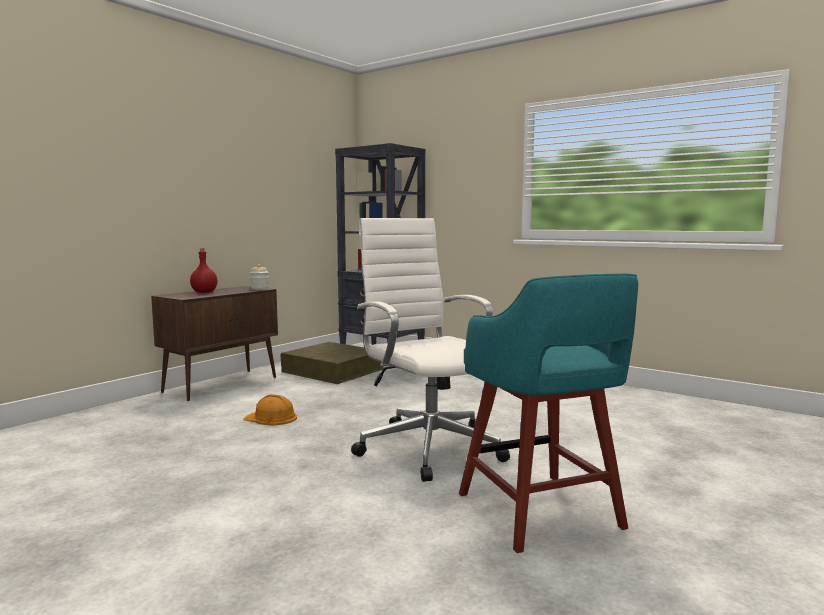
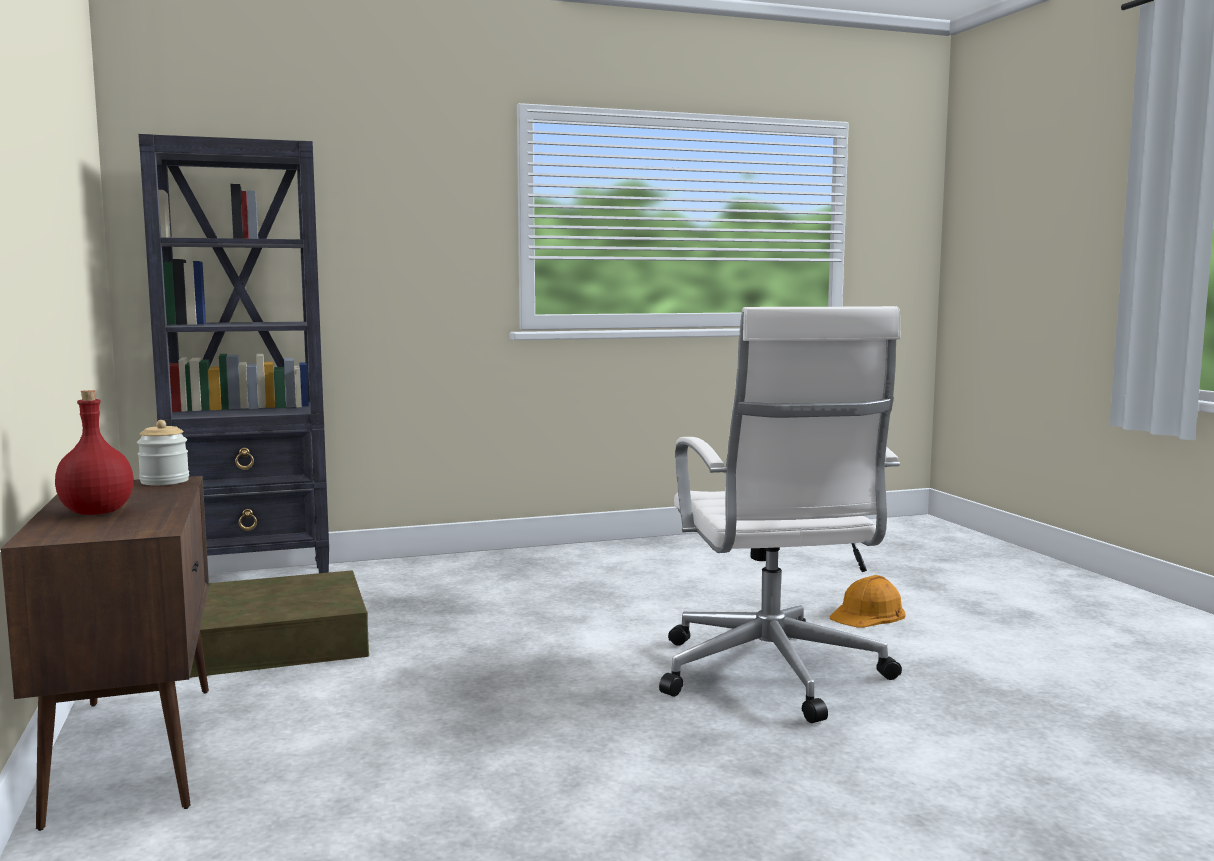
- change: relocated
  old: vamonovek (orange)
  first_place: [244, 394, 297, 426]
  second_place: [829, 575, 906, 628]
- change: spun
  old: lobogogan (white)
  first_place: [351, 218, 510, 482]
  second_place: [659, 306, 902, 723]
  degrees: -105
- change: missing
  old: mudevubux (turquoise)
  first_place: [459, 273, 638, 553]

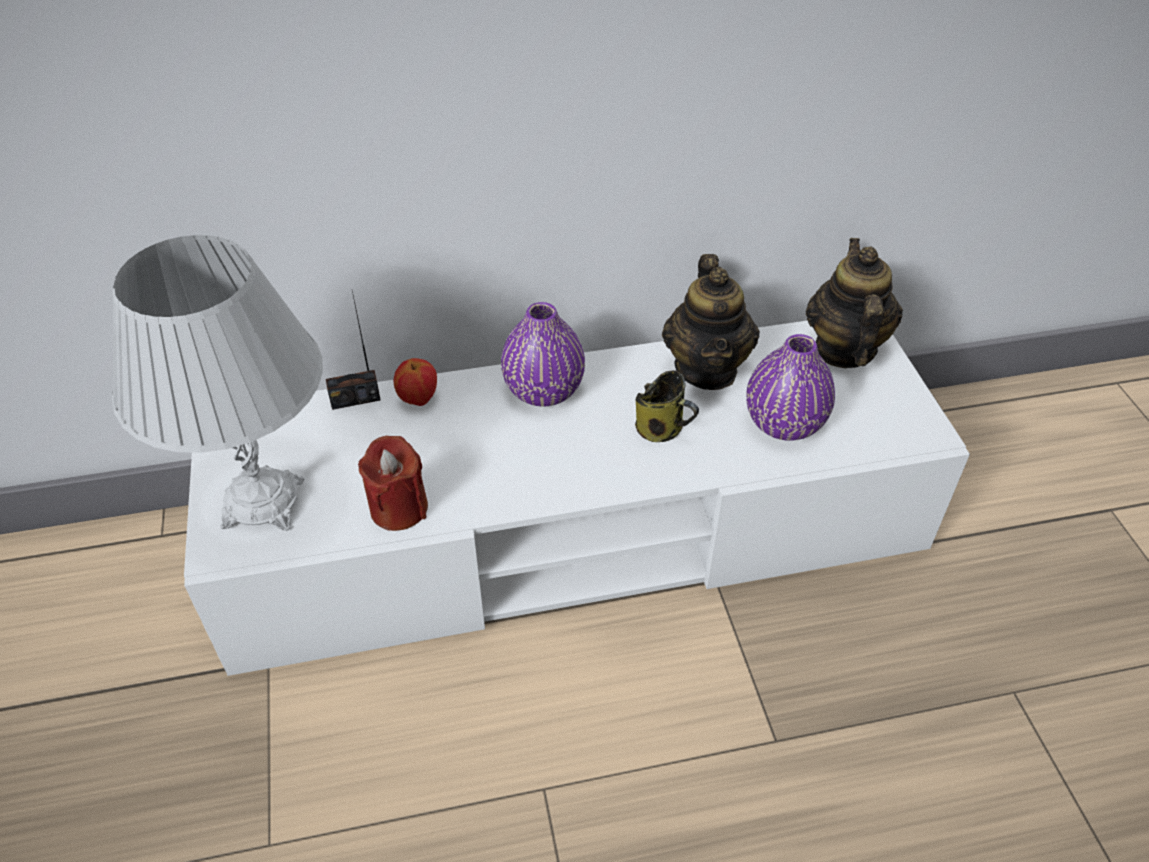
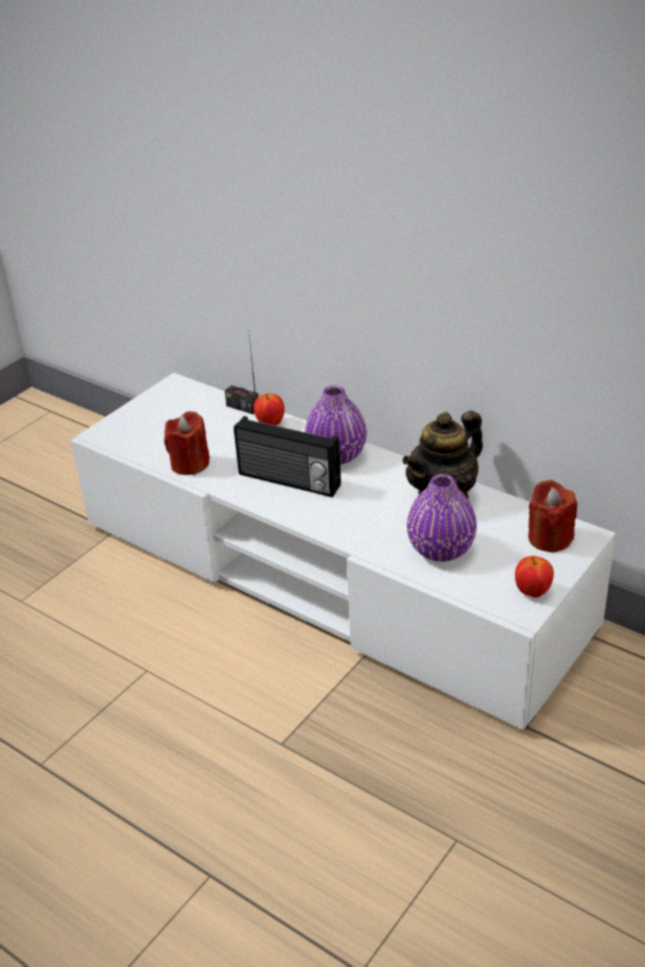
- change: missing
  old: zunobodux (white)
  first_place: [112, 235, 323, 531]
- change: missing
  old: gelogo
  first_place: [635, 370, 699, 442]
- change: exchanged
  old: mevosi
  new: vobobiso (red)
  first_place: [806, 238, 903, 368]
  second_place: [528, 480, 577, 552]
- change: appeared
  new: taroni
  second_place: [234, 416, 341, 497]
- change: appeared
  new: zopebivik
  second_place: [515, 556, 554, 598]

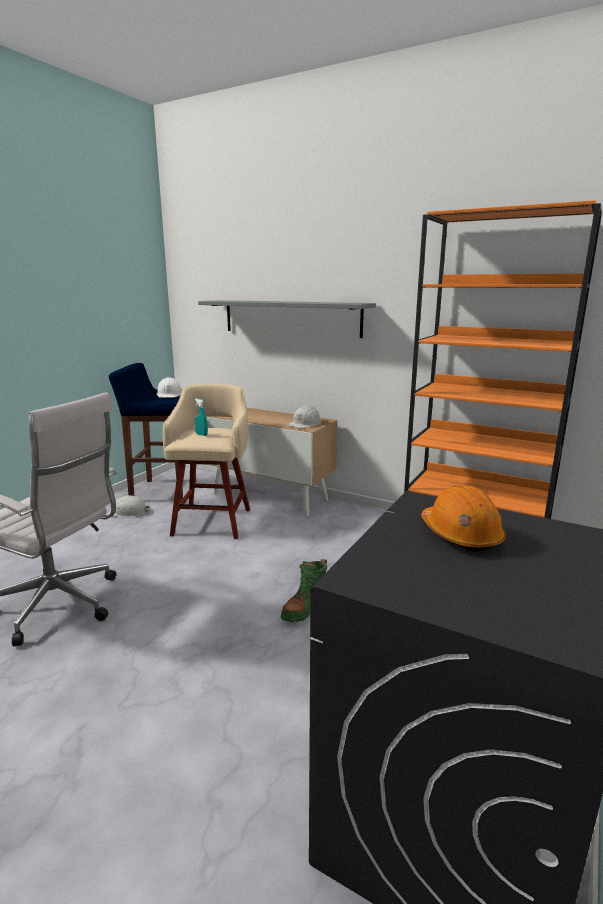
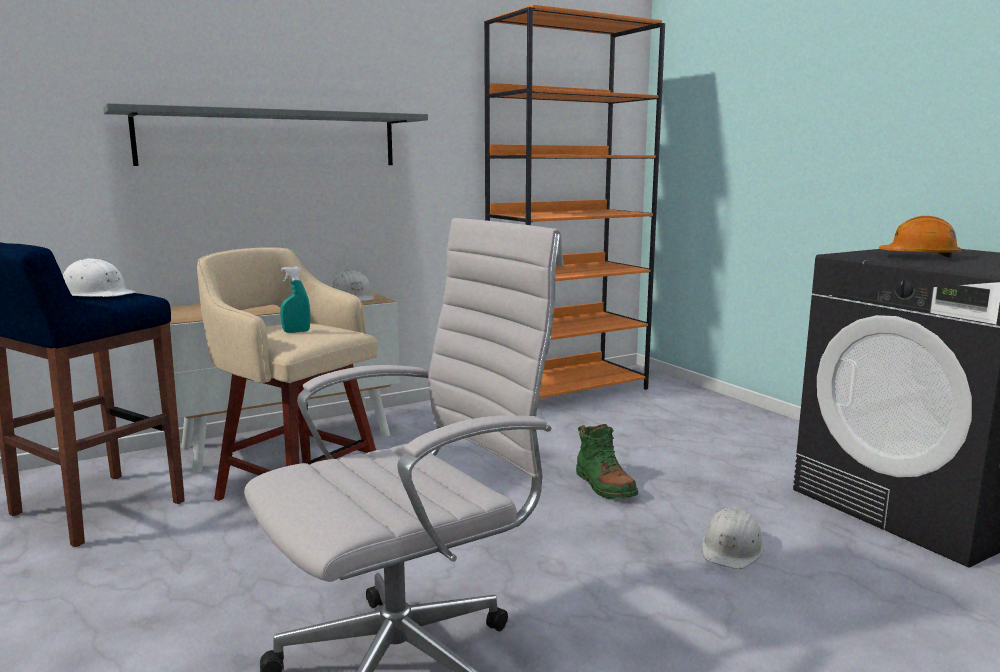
- change: relocated
  old: vamonovek (white)
  first_place: [108, 495, 150, 518]
  second_place: [702, 507, 764, 569]

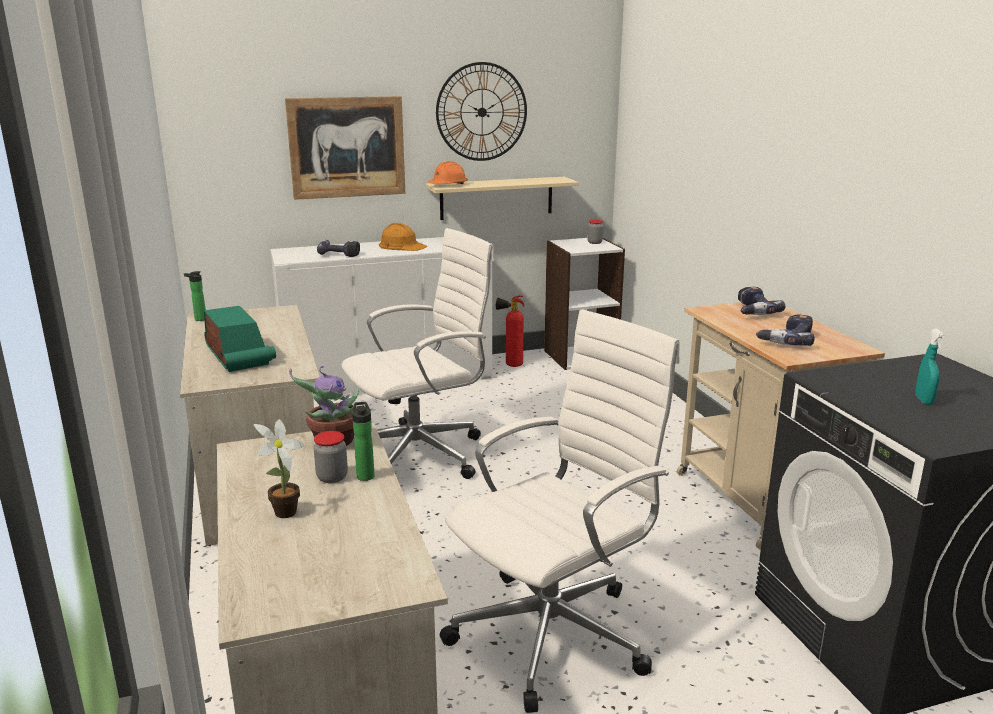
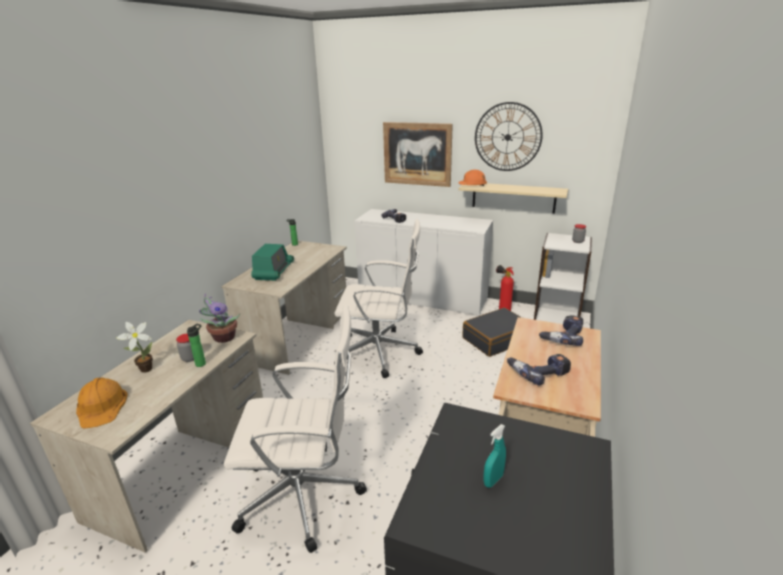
- change: relocated
  old: vamonovek (orange)
  first_place: [379, 223, 427, 251]
  second_place: [76, 378, 128, 429]
- change: appeared
  new: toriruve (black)
  second_place: [462, 308, 522, 357]

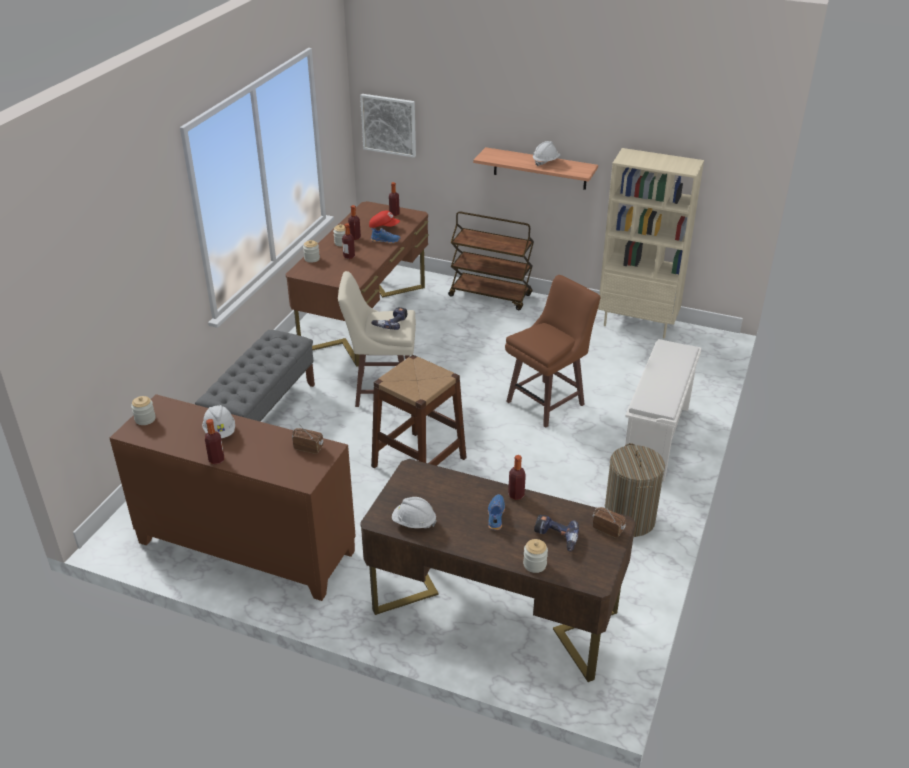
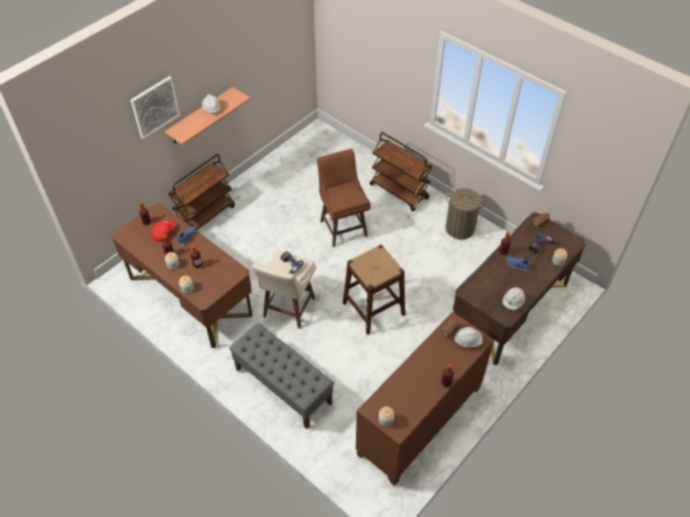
- change: relocated
  old: vamonovek (white)
  first_place: [202, 405, 235, 438]
  second_place: [454, 327, 483, 347]
- change: relocated
  old: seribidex
  first_place: [360, 94, 416, 158]
  second_place: [131, 76, 180, 139]
- change: missing
  old: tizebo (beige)
  first_place: [598, 148, 704, 338]
- change: exchanged
  old: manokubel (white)
  new: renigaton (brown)
  first_place: [625, 339, 701, 482]
  second_place: [370, 132, 432, 211]

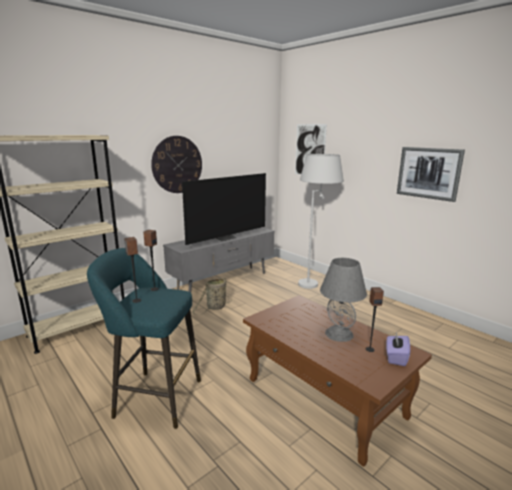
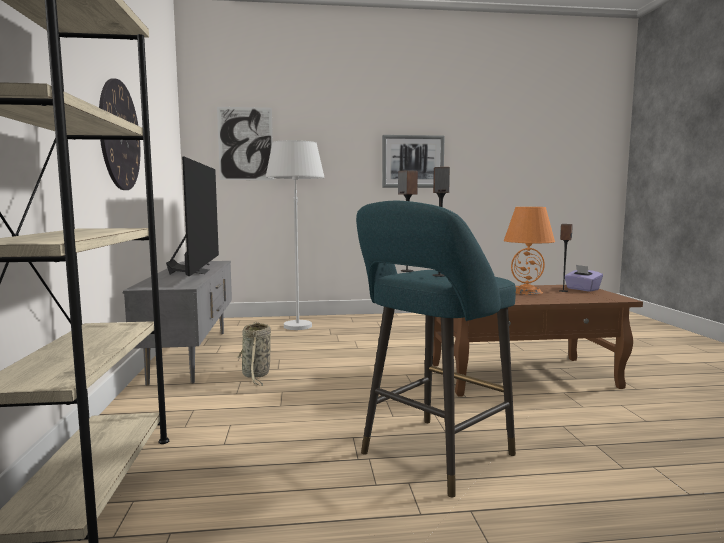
- change: colour
  old: zunobodux (grey)
  new: zunobodux (orange)
  first_place: [320, 258, 367, 342]
  second_place: [504, 207, 555, 295]

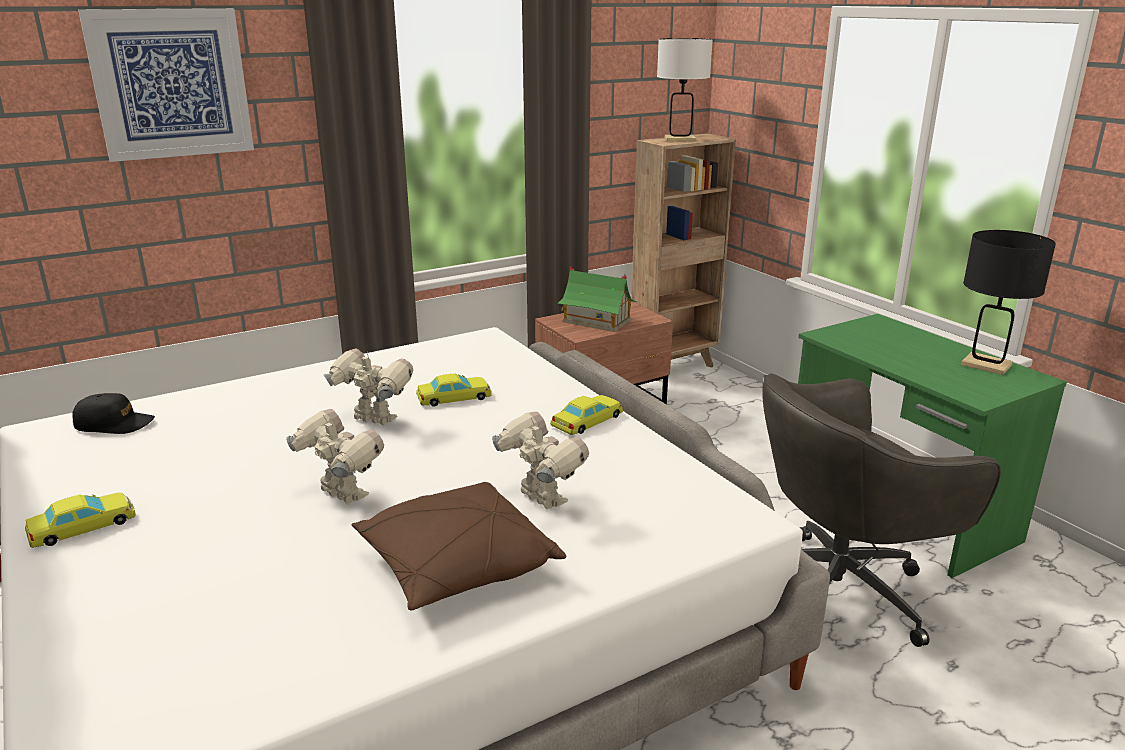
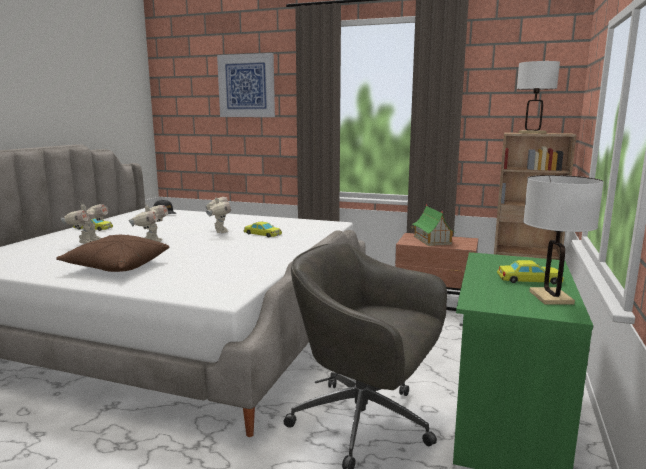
- change: relocated
  old: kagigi
  first_place: [492, 412, 589, 509]
  second_place: [61, 200, 108, 244]
- change: relocated
  old: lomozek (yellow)
  first_place: [550, 395, 623, 435]
  second_place: [497, 260, 564, 284]
- change: colour
  old: zunobodux (black)
  new: zunobodux (white)
  first_place: [961, 230, 1056, 375]
  second_place: [523, 175, 604, 304]

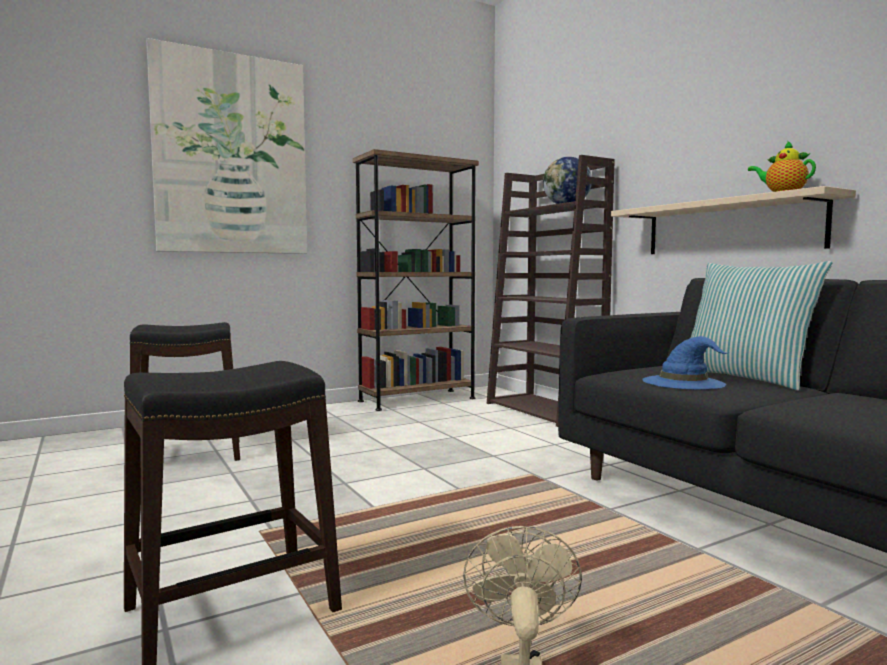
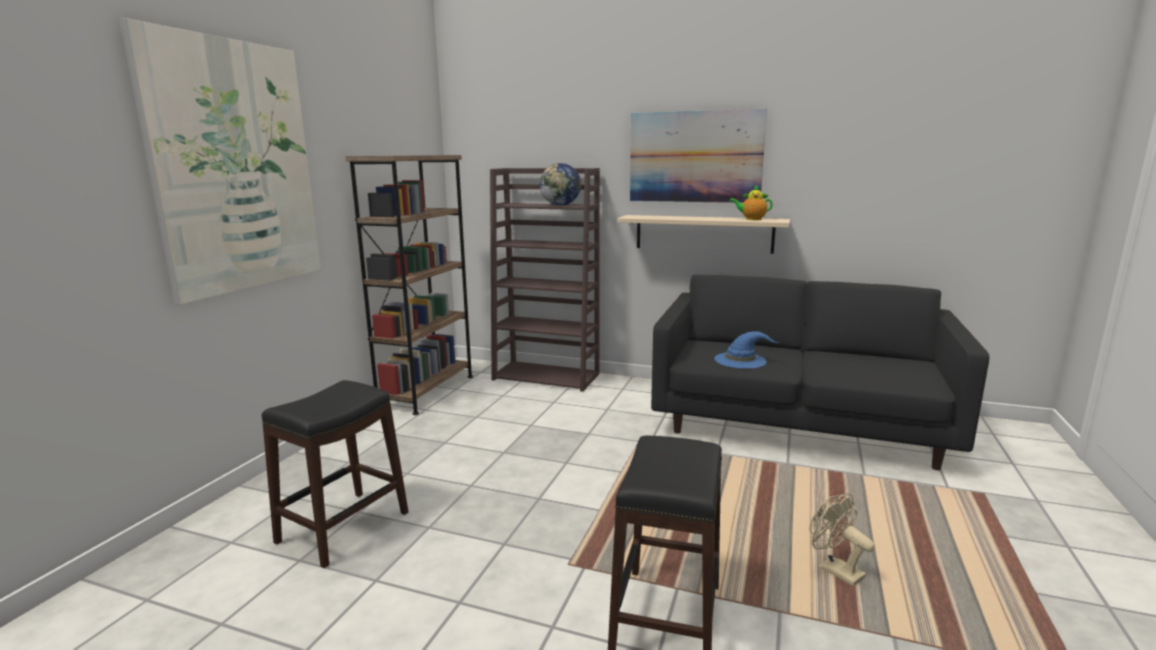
- change: missing
  old: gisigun
  first_place: [691, 261, 832, 391]
- change: appeared
  new: seribidex
  second_place: [630, 109, 767, 203]

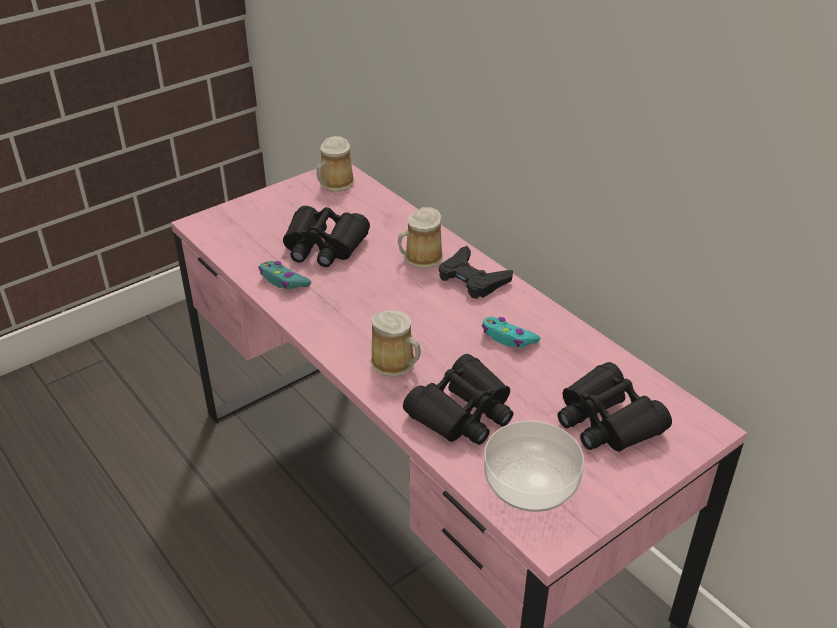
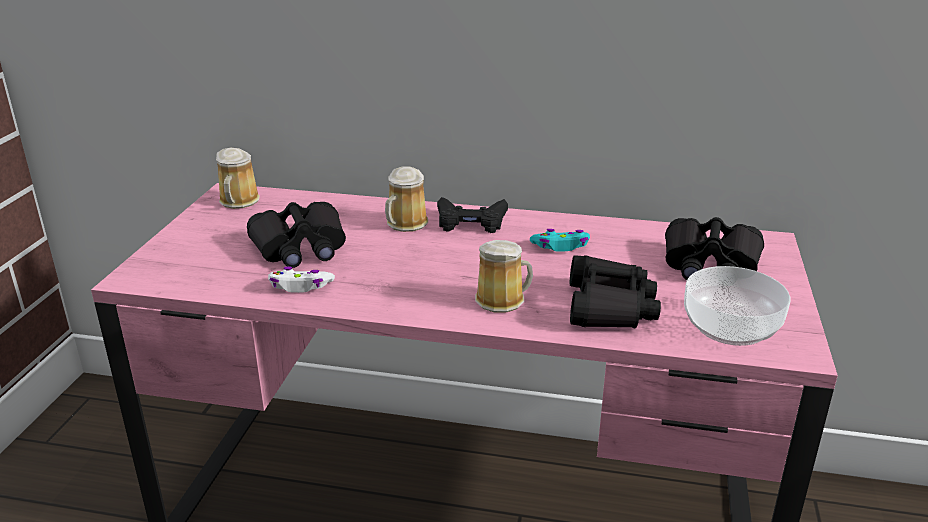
- change: colour
  old: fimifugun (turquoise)
  new: fimifugun (white)
  first_place: [258, 261, 311, 289]
  second_place: [268, 266, 335, 293]

